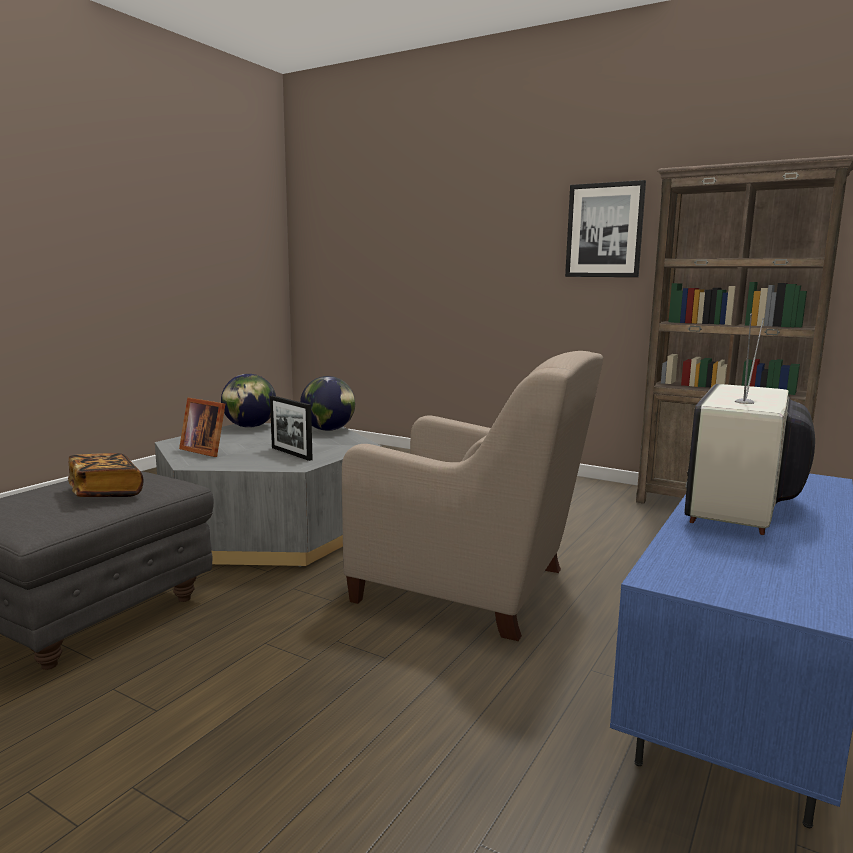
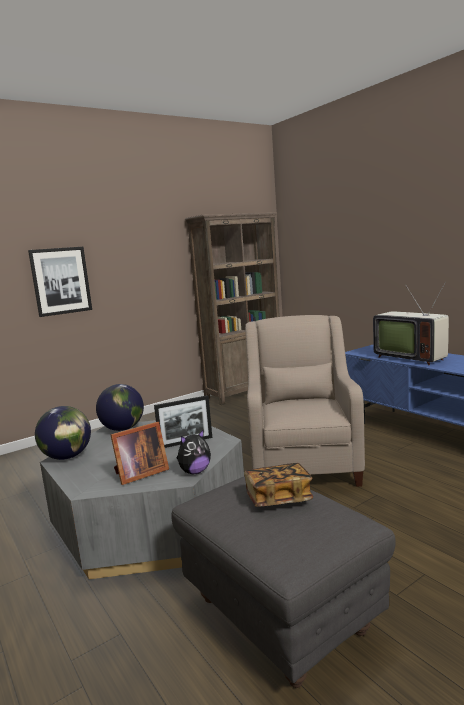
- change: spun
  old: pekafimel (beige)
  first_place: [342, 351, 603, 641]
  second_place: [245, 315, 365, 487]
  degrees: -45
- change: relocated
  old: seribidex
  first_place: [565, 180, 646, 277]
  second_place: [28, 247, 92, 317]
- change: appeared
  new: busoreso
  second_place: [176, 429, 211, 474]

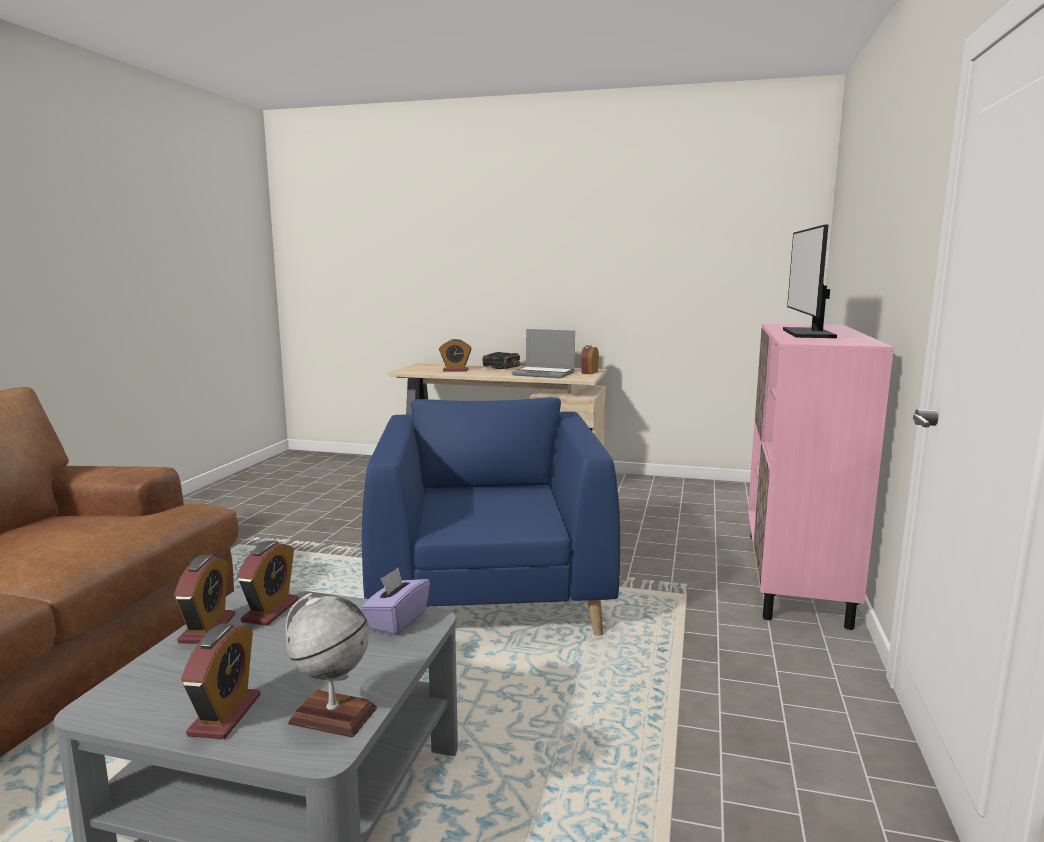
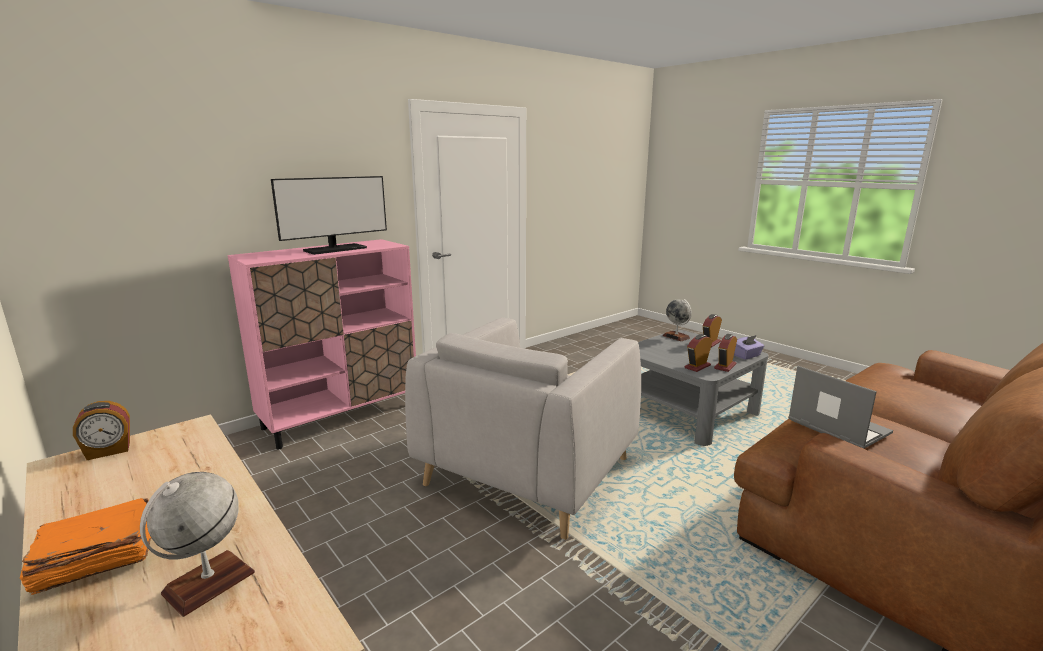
- change: relocated
  old: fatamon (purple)
  first_place: [361, 568, 430, 636]
  second_place: [734, 335, 764, 359]
- change: colour
  old: pekafimel (blue)
  new: pekafimel (grey)
  first_place: [362, 397, 620, 636]
  second_place: [405, 318, 641, 540]
- change: exchanged
  old: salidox
  new: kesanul
  first_place: [439, 339, 472, 371]
  second_place: [140, 472, 255, 617]
- change: colour
  old: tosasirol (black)
  new: tosasirol (orange)
  first_place: [482, 352, 520, 369]
  second_place: [20, 498, 151, 595]
- change: relocated
  old: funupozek
  first_place: [511, 329, 575, 378]
  second_place: [788, 366, 893, 449]

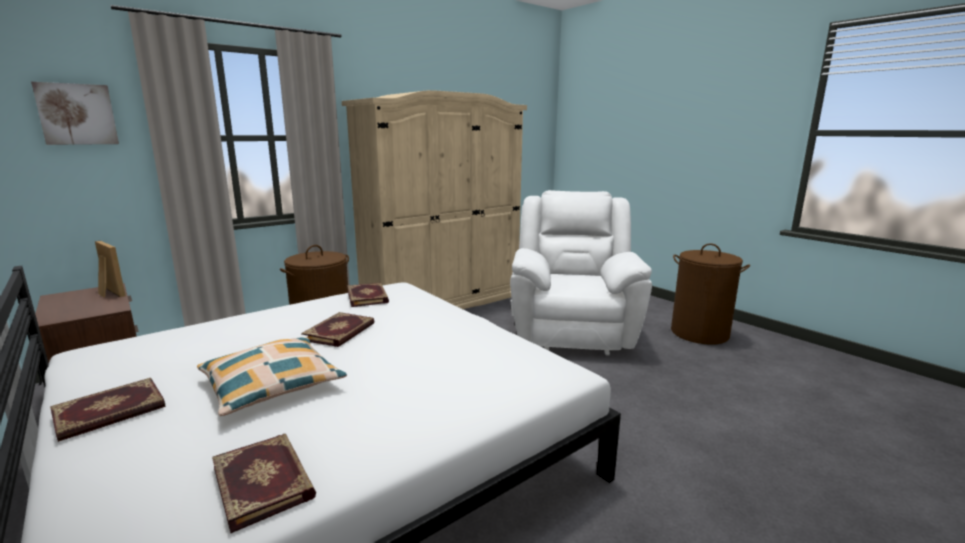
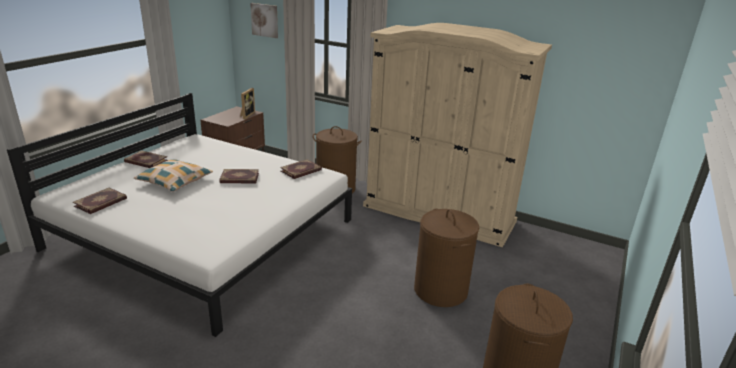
- change: exchanged
  old: pekafimel (white)
  new: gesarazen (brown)
  first_place: [510, 190, 652, 356]
  second_place: [414, 209, 479, 307]

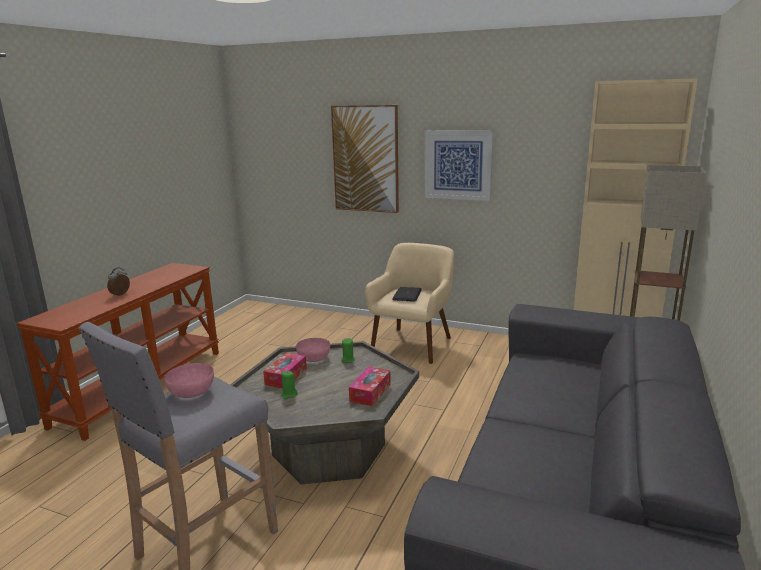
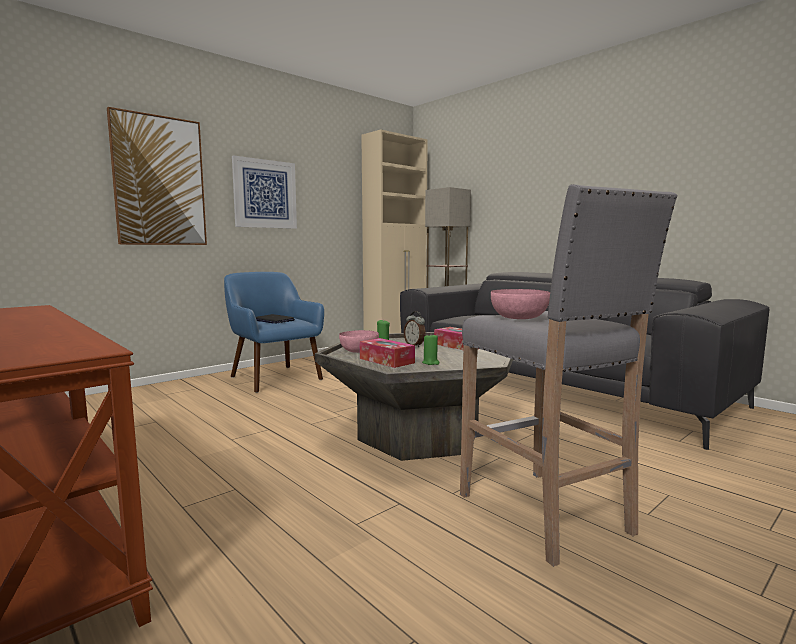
- change: relocated
  old: salidox
  first_place: [107, 267, 130, 297]
  second_place: [404, 311, 426, 347]
- change: colour
  old: pekafimel (beige)
  new: pekafimel (blue)
  first_place: [365, 243, 454, 364]
  second_place: [224, 272, 324, 393]

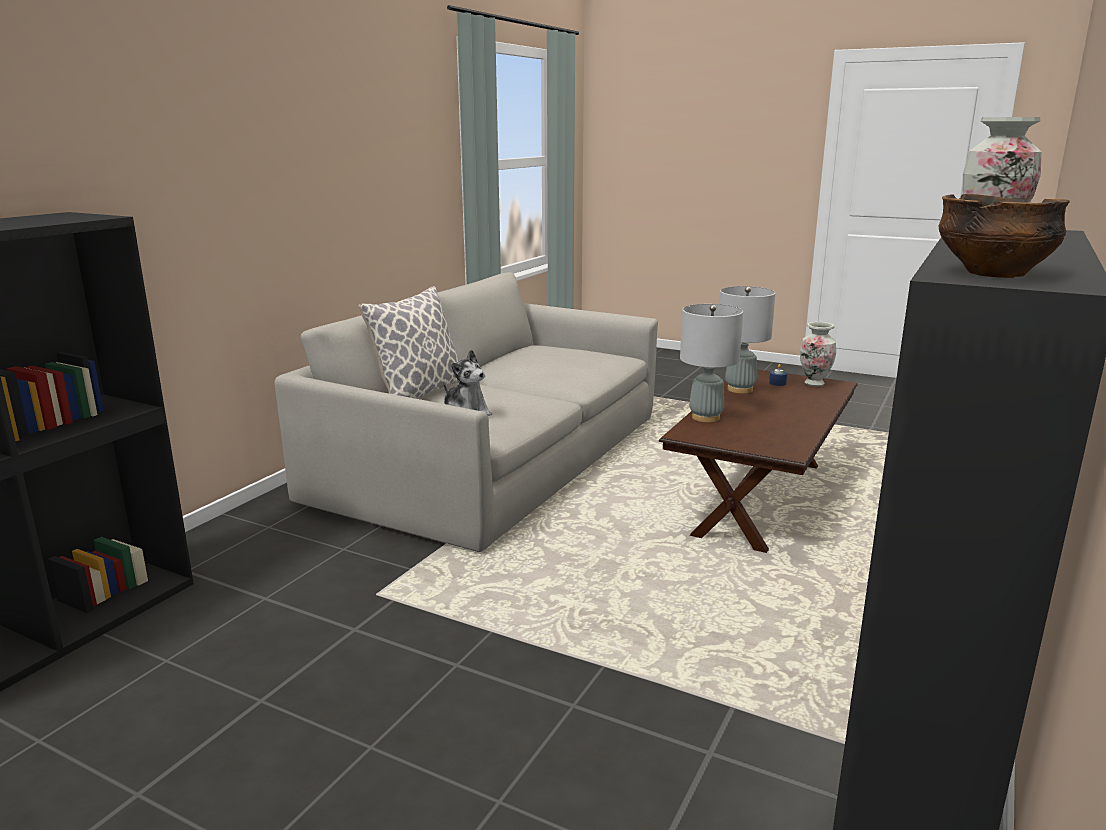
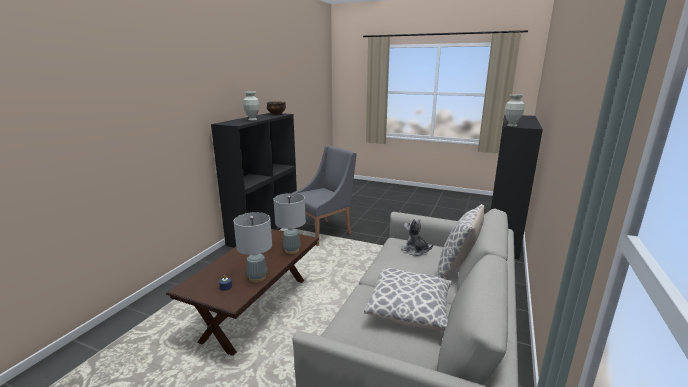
- change: relocated
  old: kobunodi
  first_place: [800, 322, 836, 387]
  second_place: [505, 94, 524, 127]
- change: appeared
  new: pekafimel (grey)
  second_place: [293, 146, 356, 246]
- change: appeared
  new: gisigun
  second_place: [364, 268, 452, 331]

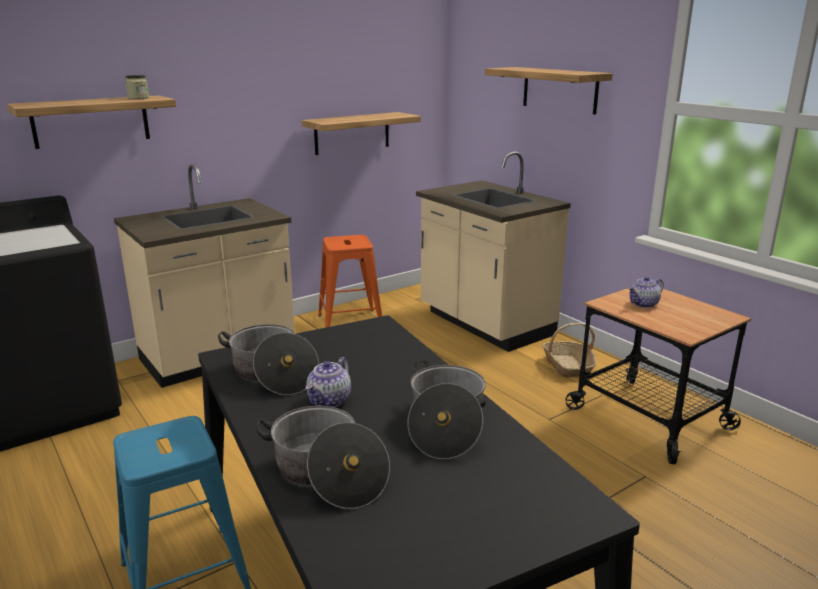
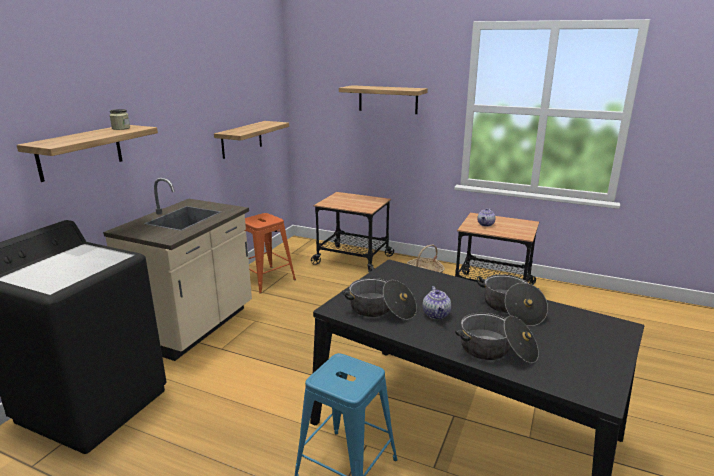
- change: exchanged
  old: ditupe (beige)
  new: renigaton
  first_place: [416, 151, 571, 352]
  second_place: [311, 192, 394, 272]

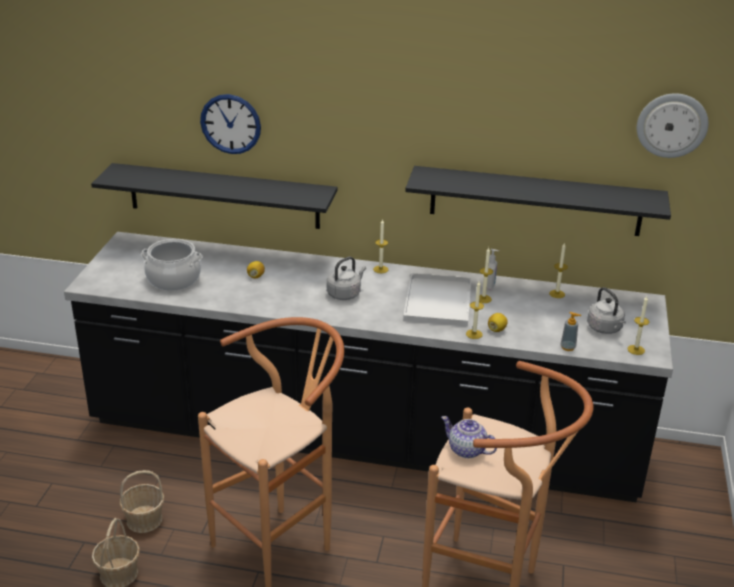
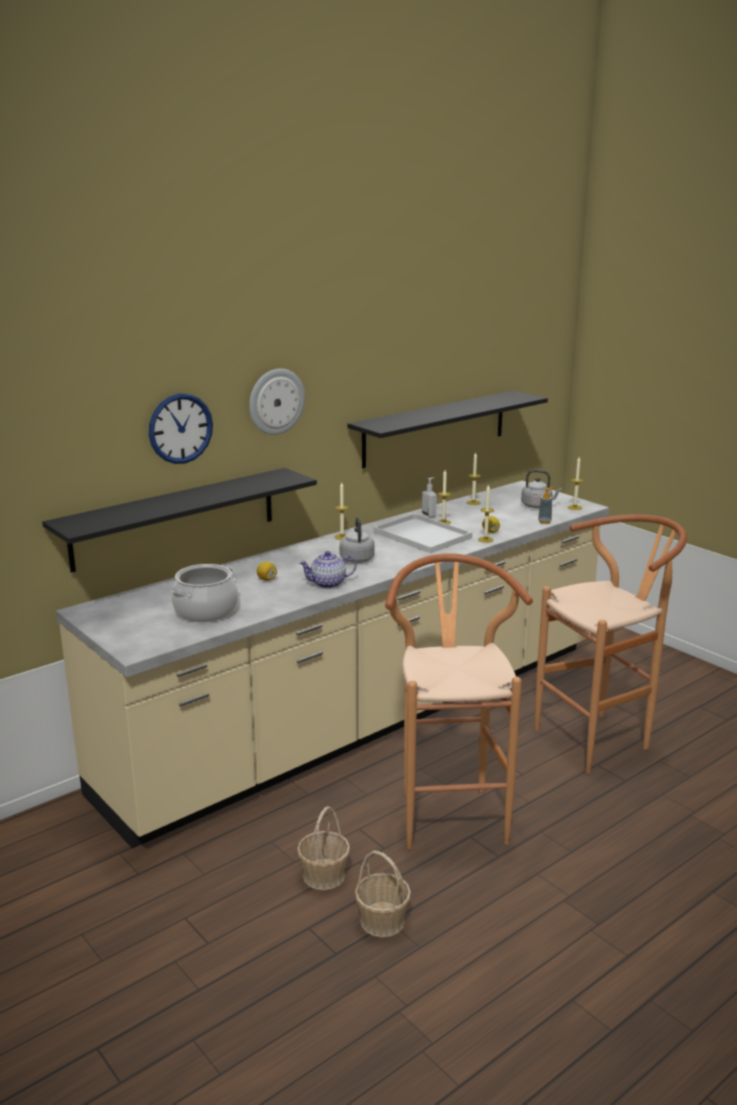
- change: colour
  old: ditupe (black)
  new: ditupe (beige)
  first_place: [64, 232, 673, 502]
  second_place: [56, 481, 609, 849]
- change: relocated
  old: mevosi
  first_place: [441, 416, 497, 458]
  second_place: [299, 551, 357, 589]
- change: relocated
  old: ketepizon
  first_place: [637, 93, 709, 158]
  second_place: [249, 369, 305, 435]

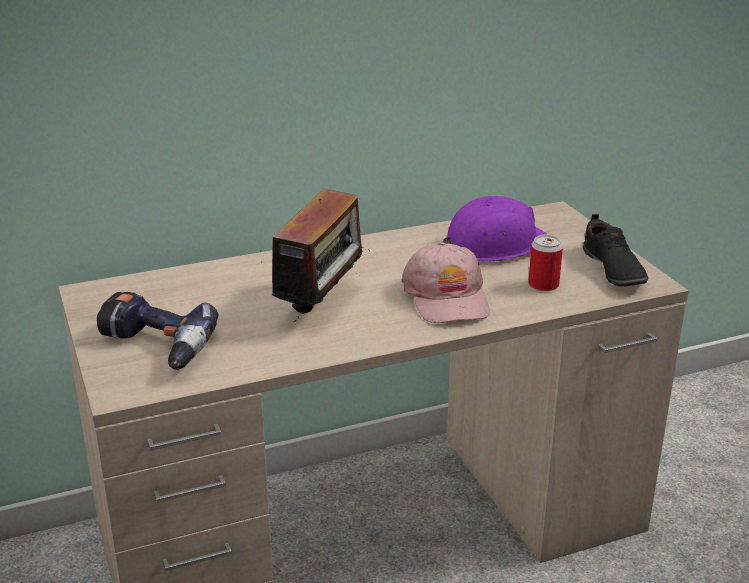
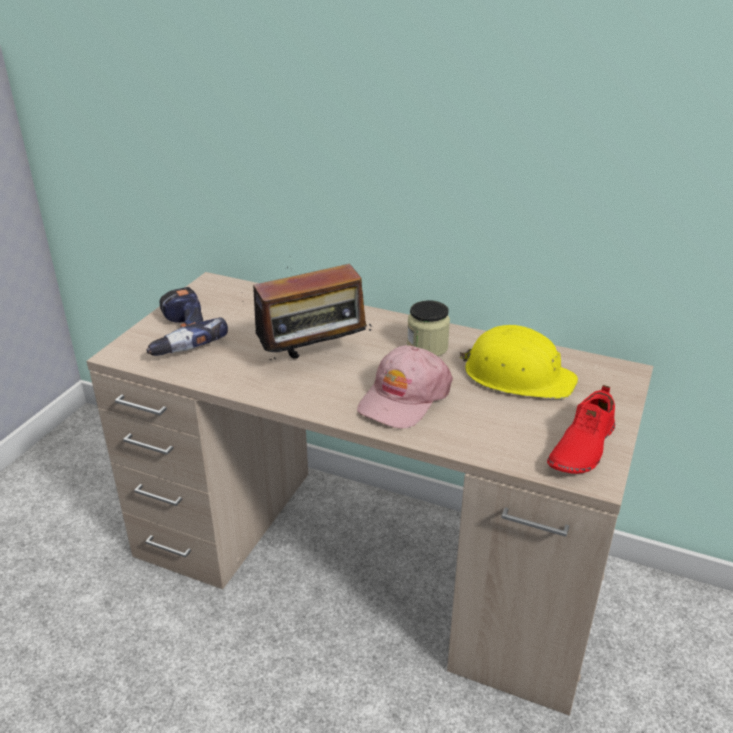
- change: colour
  old: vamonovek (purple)
  new: vamonovek (yellow)
  first_place: [442, 196, 548, 262]
  second_place: [459, 325, 578, 399]
- change: missing
  old: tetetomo
  first_place: [528, 235, 563, 291]
- change: colour
  old: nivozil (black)
  new: nivozil (red)
  first_place: [583, 214, 648, 286]
  second_place: [547, 385, 615, 474]
- change: appeared
  new: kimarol
  second_place: [407, 300, 450, 356]

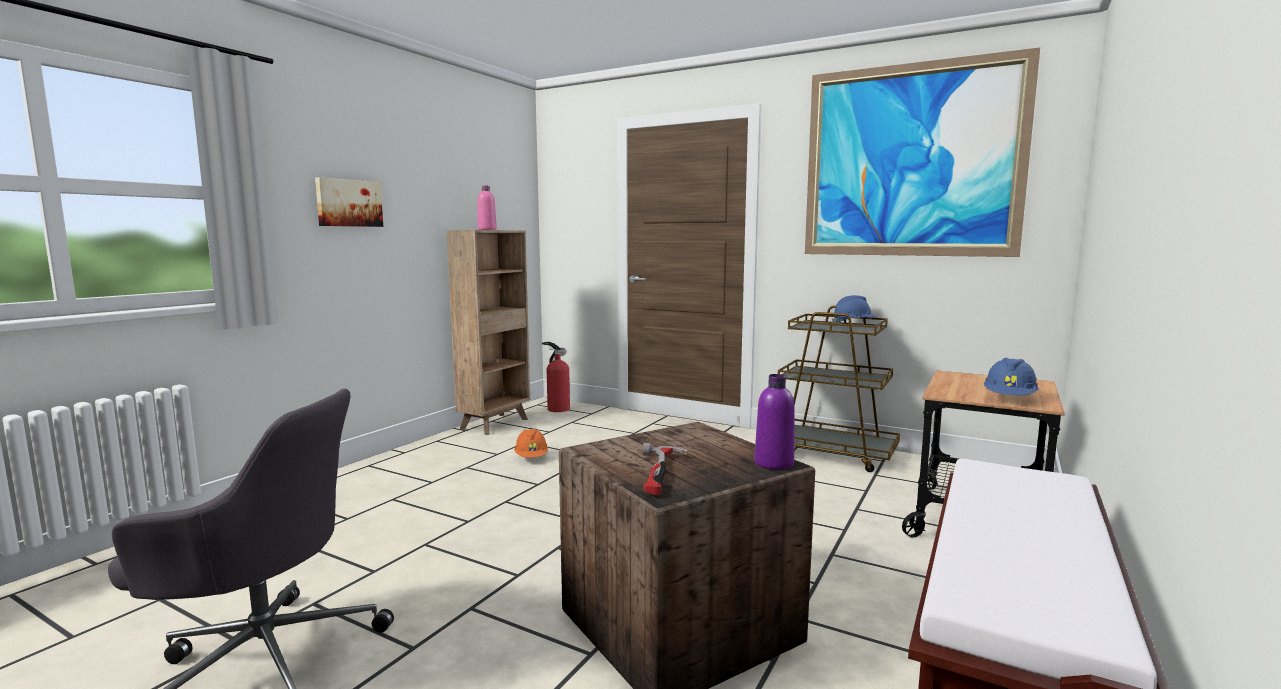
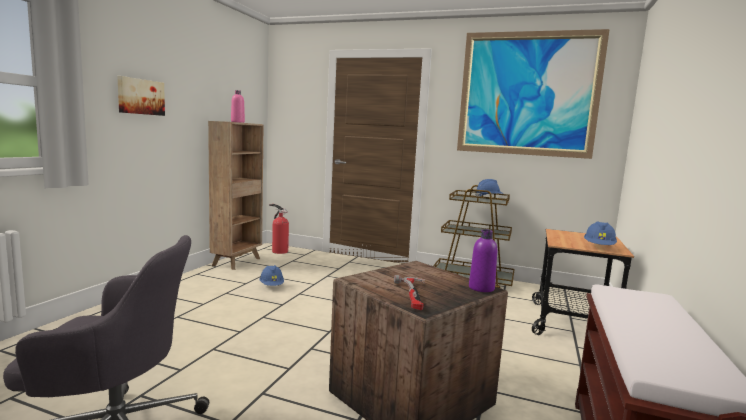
- change: colour
  old: vamonovek (orange)
  new: vamonovek (blue)
  first_place: [514, 429, 548, 458]
  second_place: [260, 265, 284, 286]

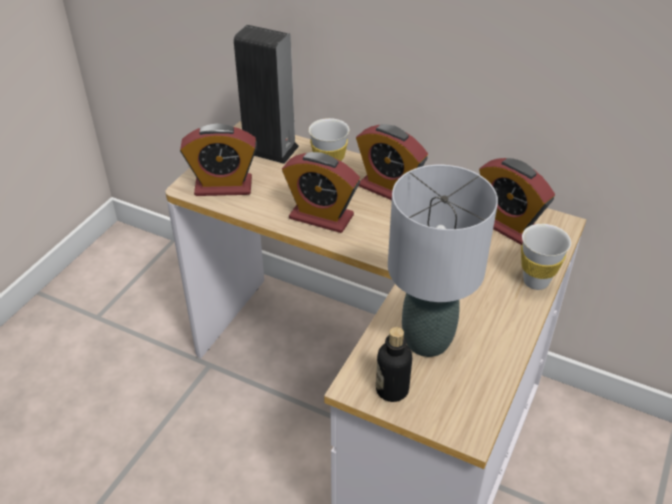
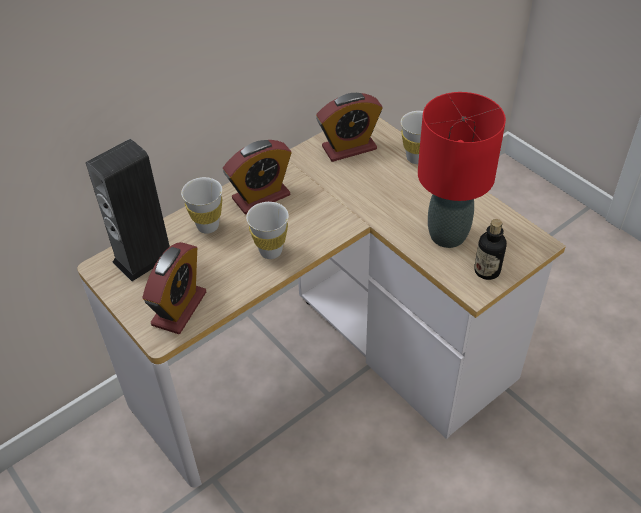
- change: exchanged
  old: salidox
  new: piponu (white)
  first_place: [282, 152, 360, 233]
  second_place: [246, 202, 289, 259]
- change: colour
  old: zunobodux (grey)
  new: zunobodux (red)
  first_place: [388, 165, 498, 357]
  second_place: [418, 92, 506, 248]

